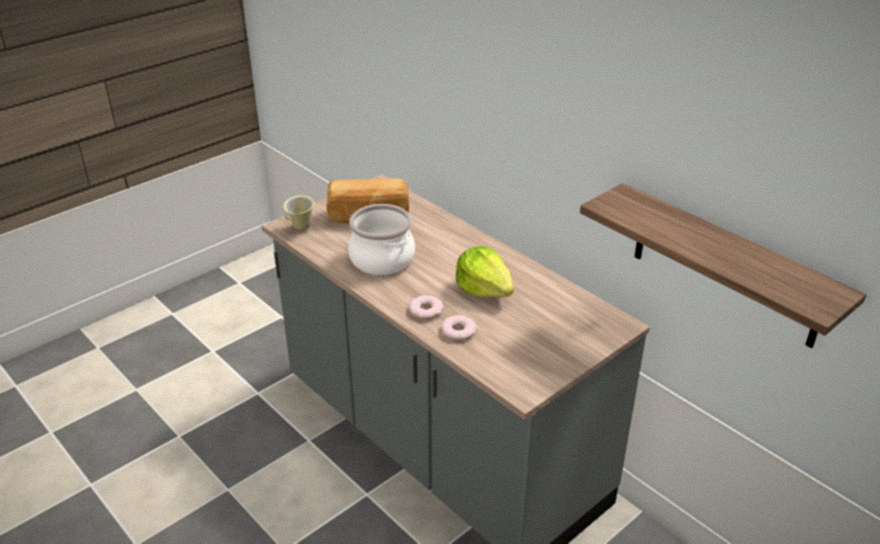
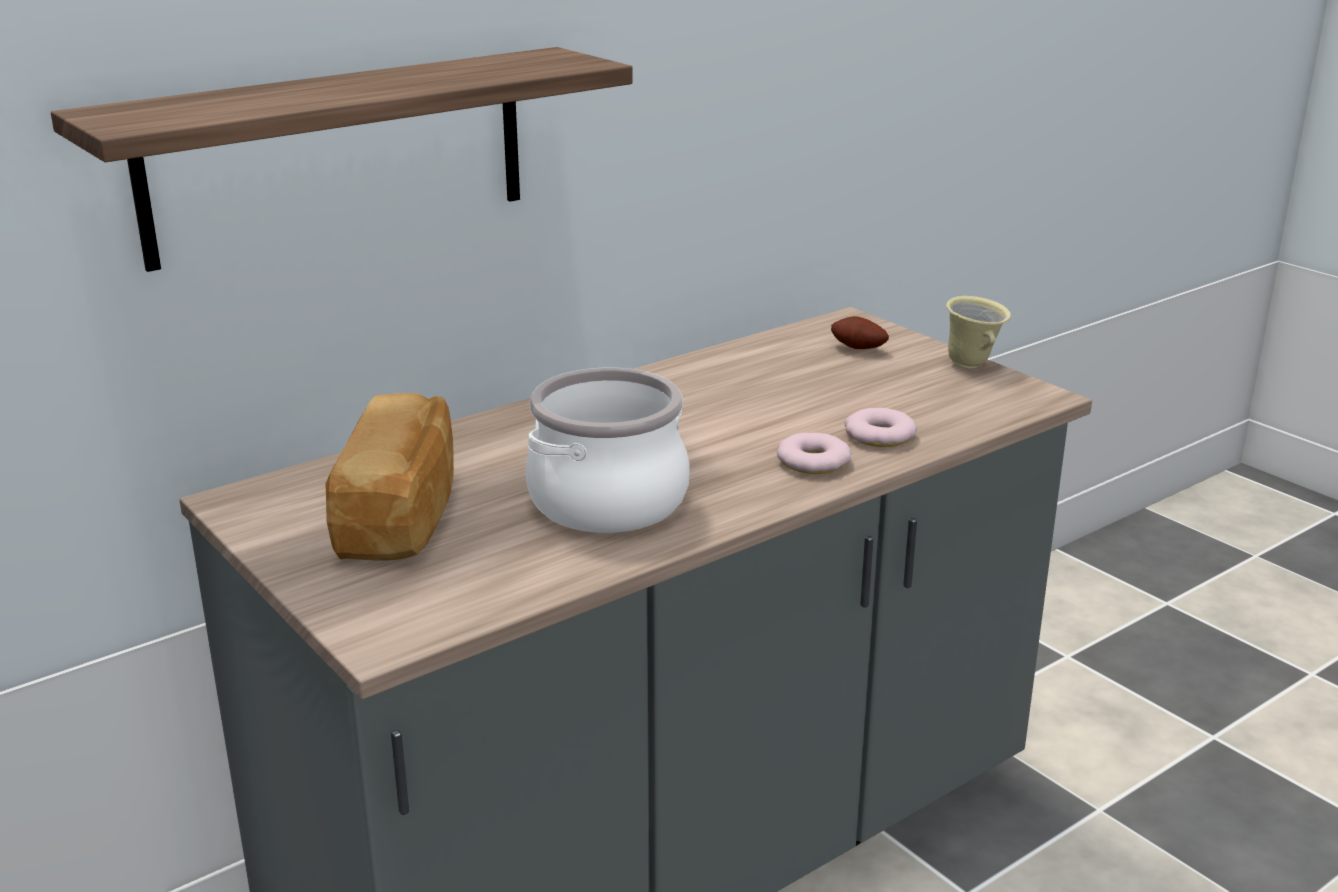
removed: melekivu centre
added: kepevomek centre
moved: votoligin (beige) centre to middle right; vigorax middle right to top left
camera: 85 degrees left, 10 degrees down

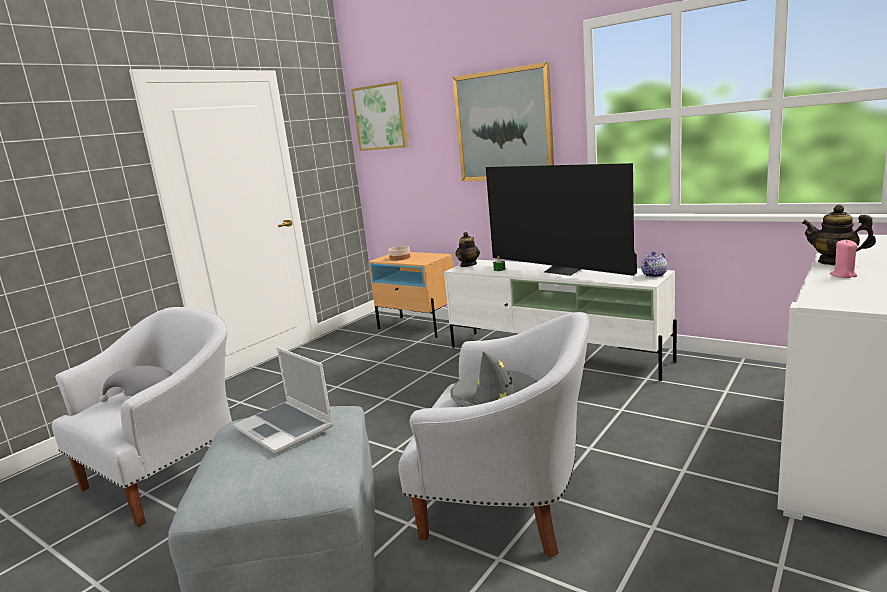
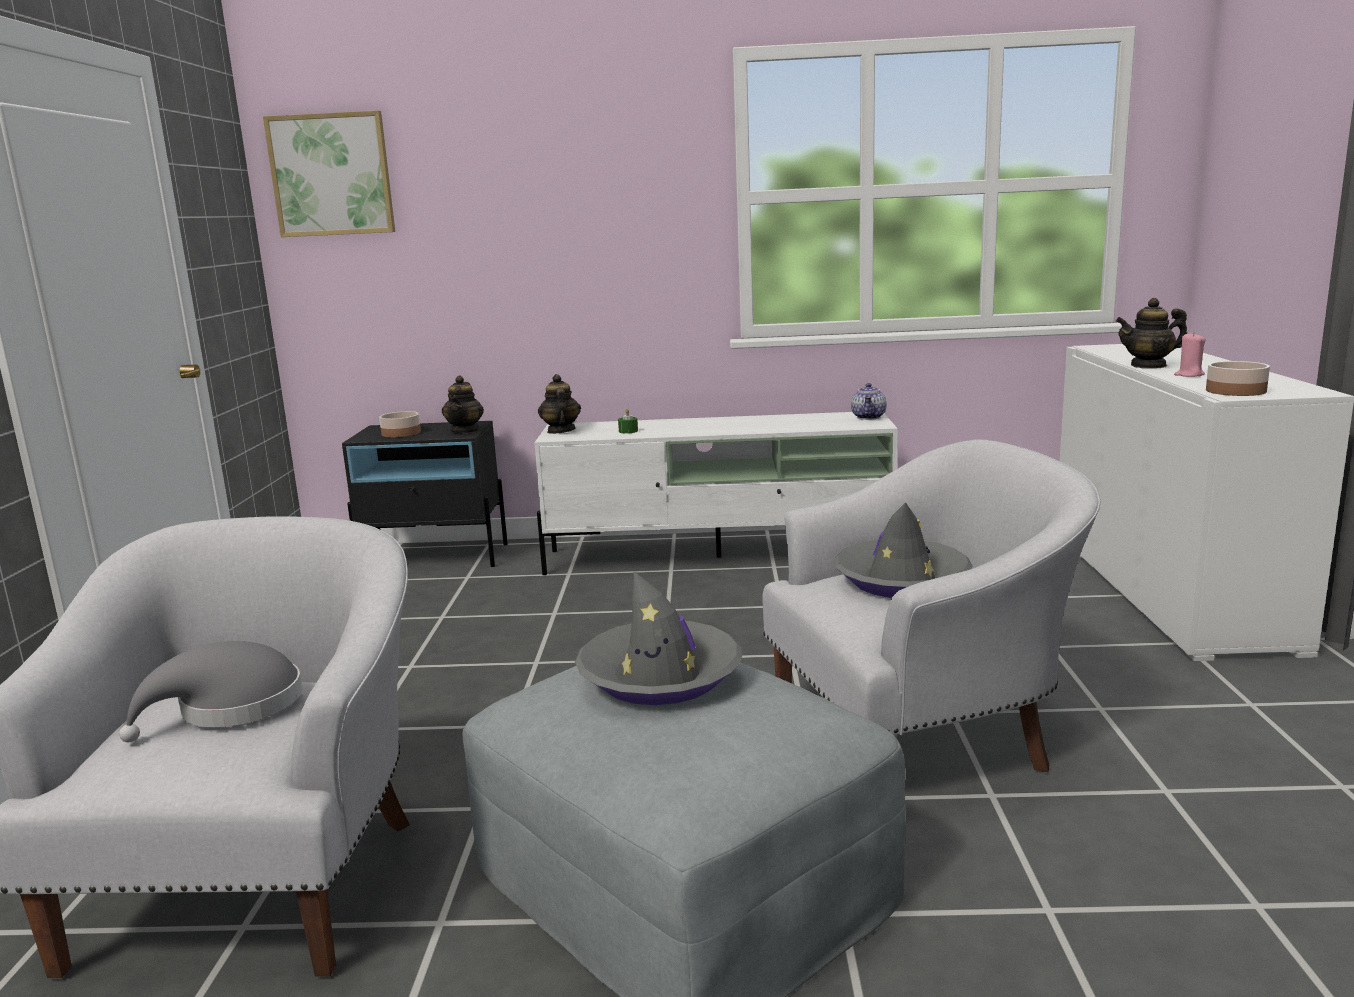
removed: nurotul (2nd from left) top centre; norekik centre
added: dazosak (1st from left) centre; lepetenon (2nd from left) middle right
replaced: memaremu bottom left to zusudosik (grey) (2nd from left) centre
recoloured: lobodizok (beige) centre to lobodizok (black) middle left
camera: 35 degrees left, 0 degrees up

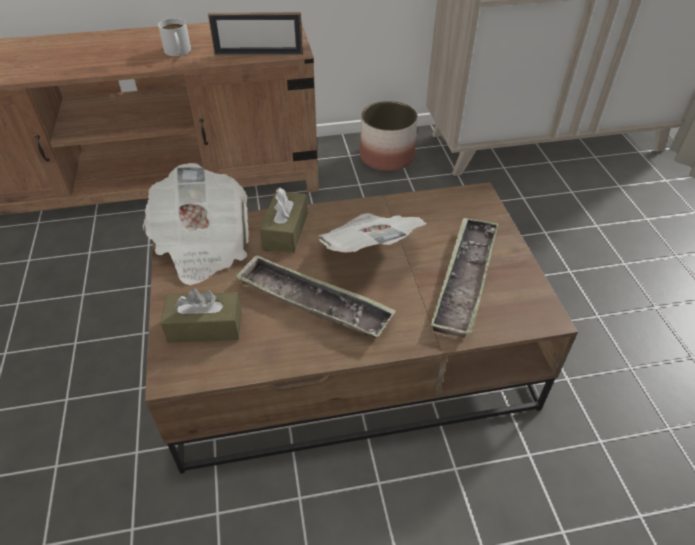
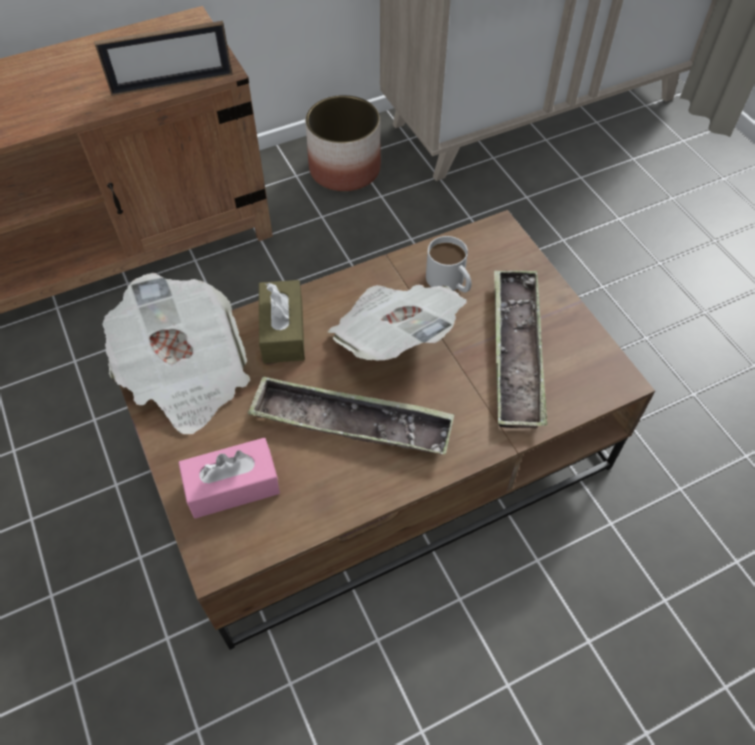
moved: votoligin (white) top left to centre
recoloured: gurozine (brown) (1st from left) middle left to gurozine (pink) middle left
camera: 15 degrees left, 10 degrees up

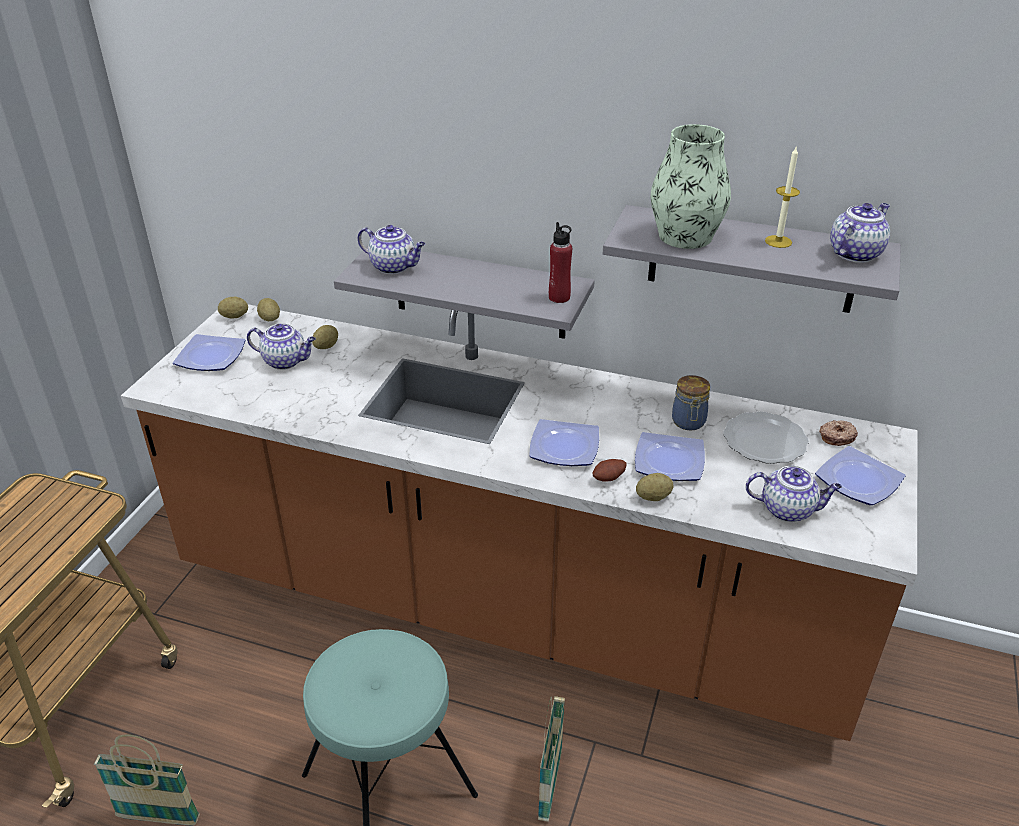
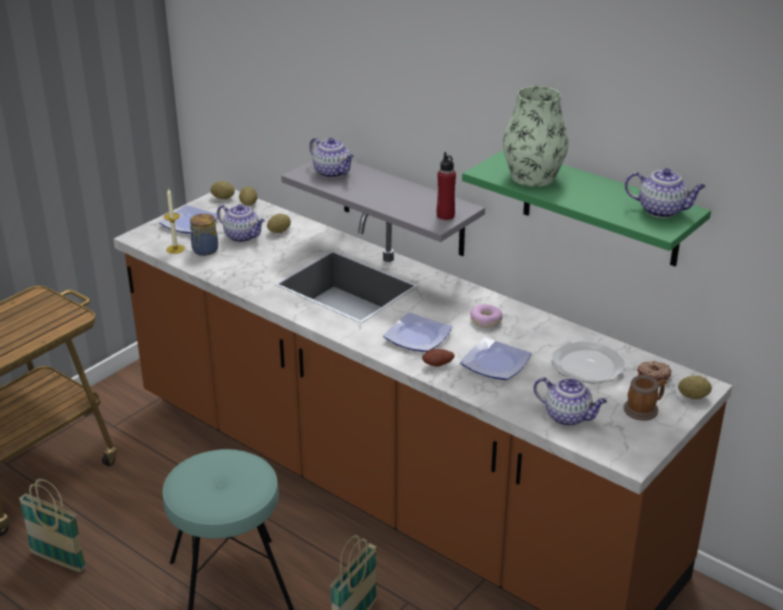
added: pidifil (1st from left) centre
moved: kepevomek (5th from left) centre to middle right; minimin middle right to middle left; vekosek top right to middle left
replaced: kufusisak (5th from left) middle right to votoligin middle right
recoloured: vigorax (grey) (2nd from left) top right to vigorax (green) middle right
turned: dazosak (4th from left) top right = top right 45 degrees clockwise
camera: 20 degrees right, 5 degrees down

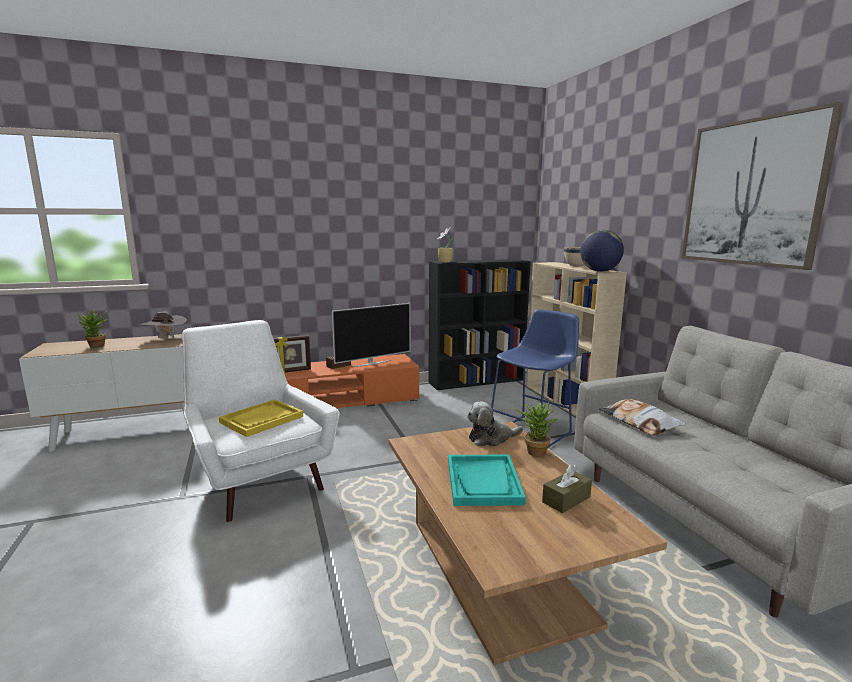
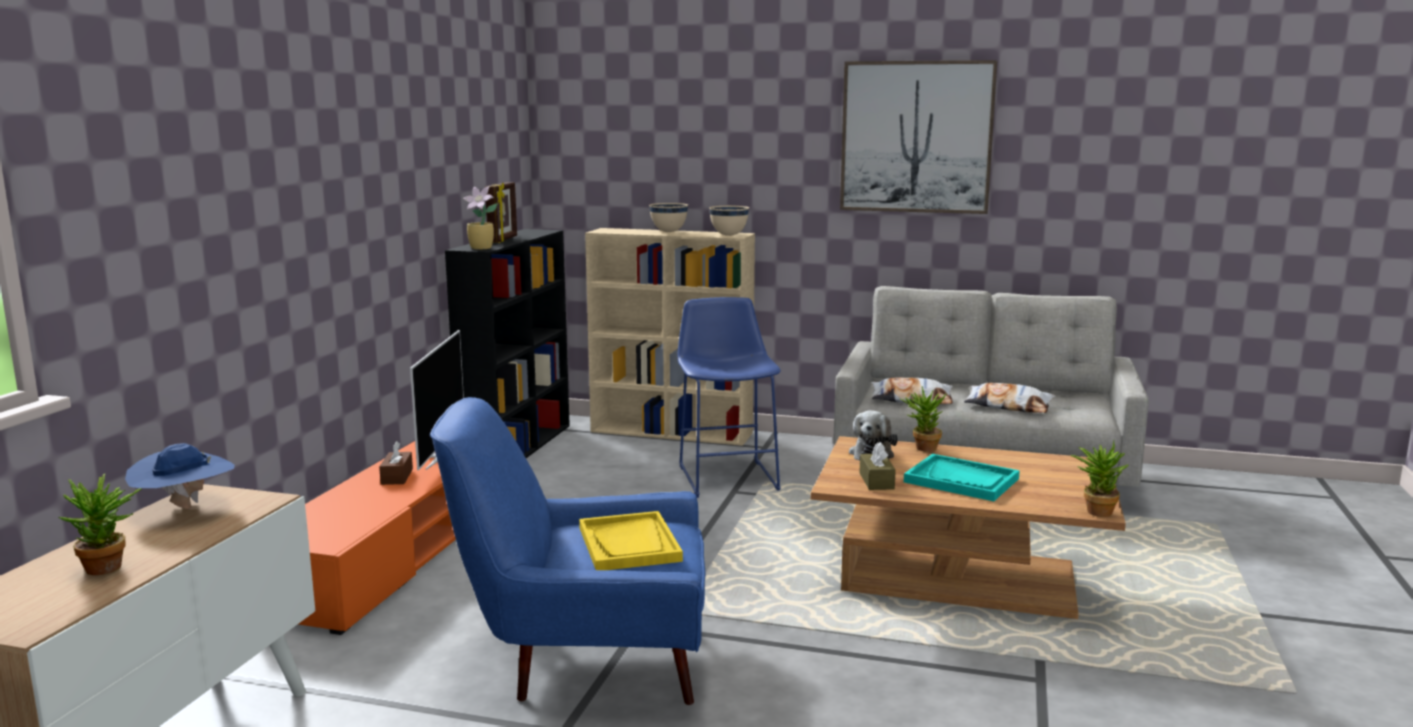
added: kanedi (2nd from left) middle right; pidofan (4th from left) middle right
moved: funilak centre to top centre; gurozine (brown) (2nd from left) bottom centre to centre
replaced: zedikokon middle right to lepetenon (beige) (2nd from left) top centre
recoloured: zusudosik (brown) middle left to zusudosik (blue) middle left; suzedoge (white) middle left to suzedoge (blue) bottom centre
camera: 55 degrees left, 0 degrees up

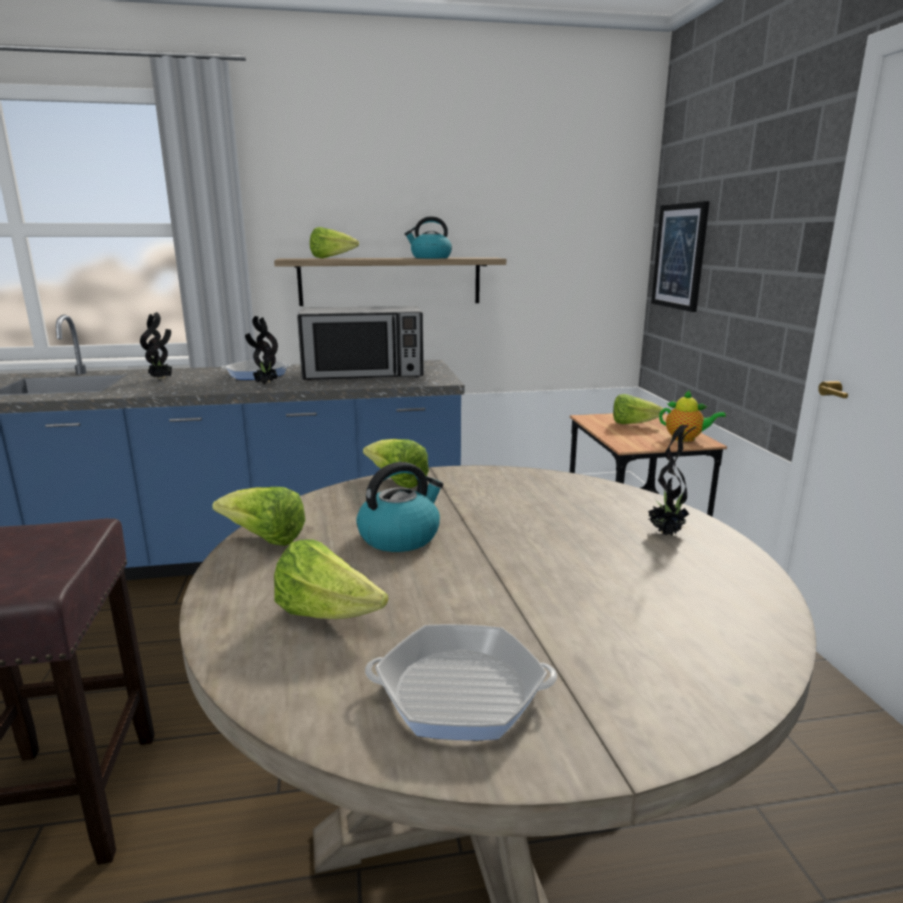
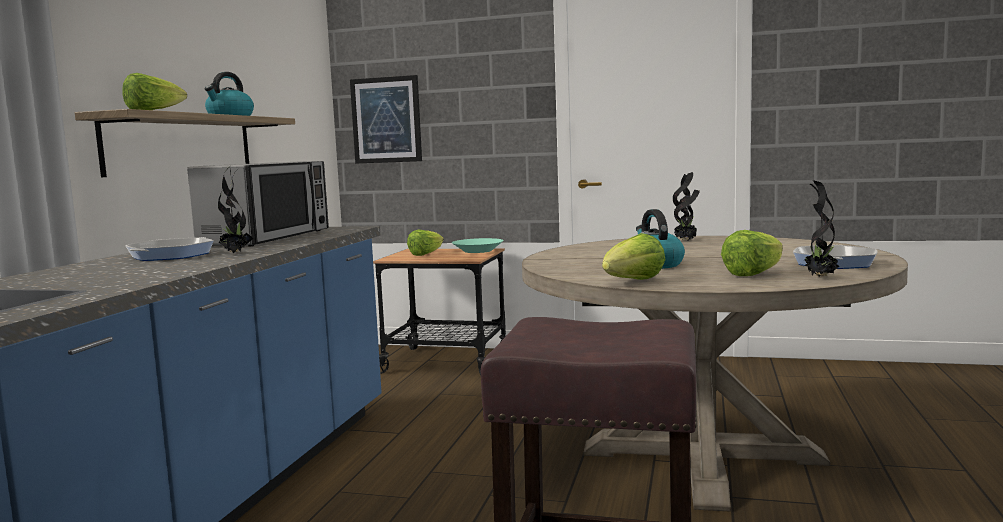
removed: melekivu (4th from left) centre
moved: pidofan (1st from left in the first image) middle left to pidofan (3rd from left) middle right
replaced: dazosak middle right to lepetenon (turquoise) centre
camera: 65 degrees left, 10 degrees down

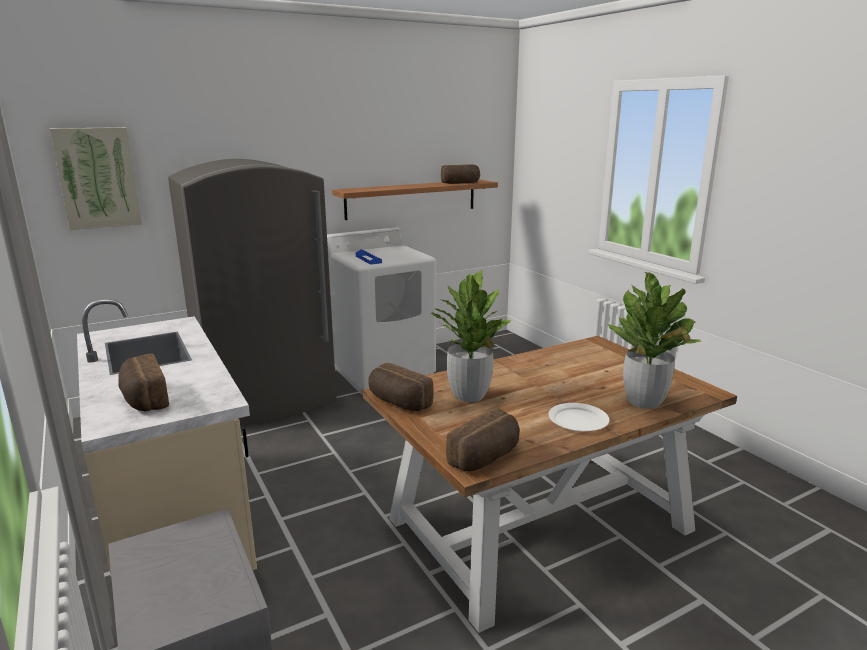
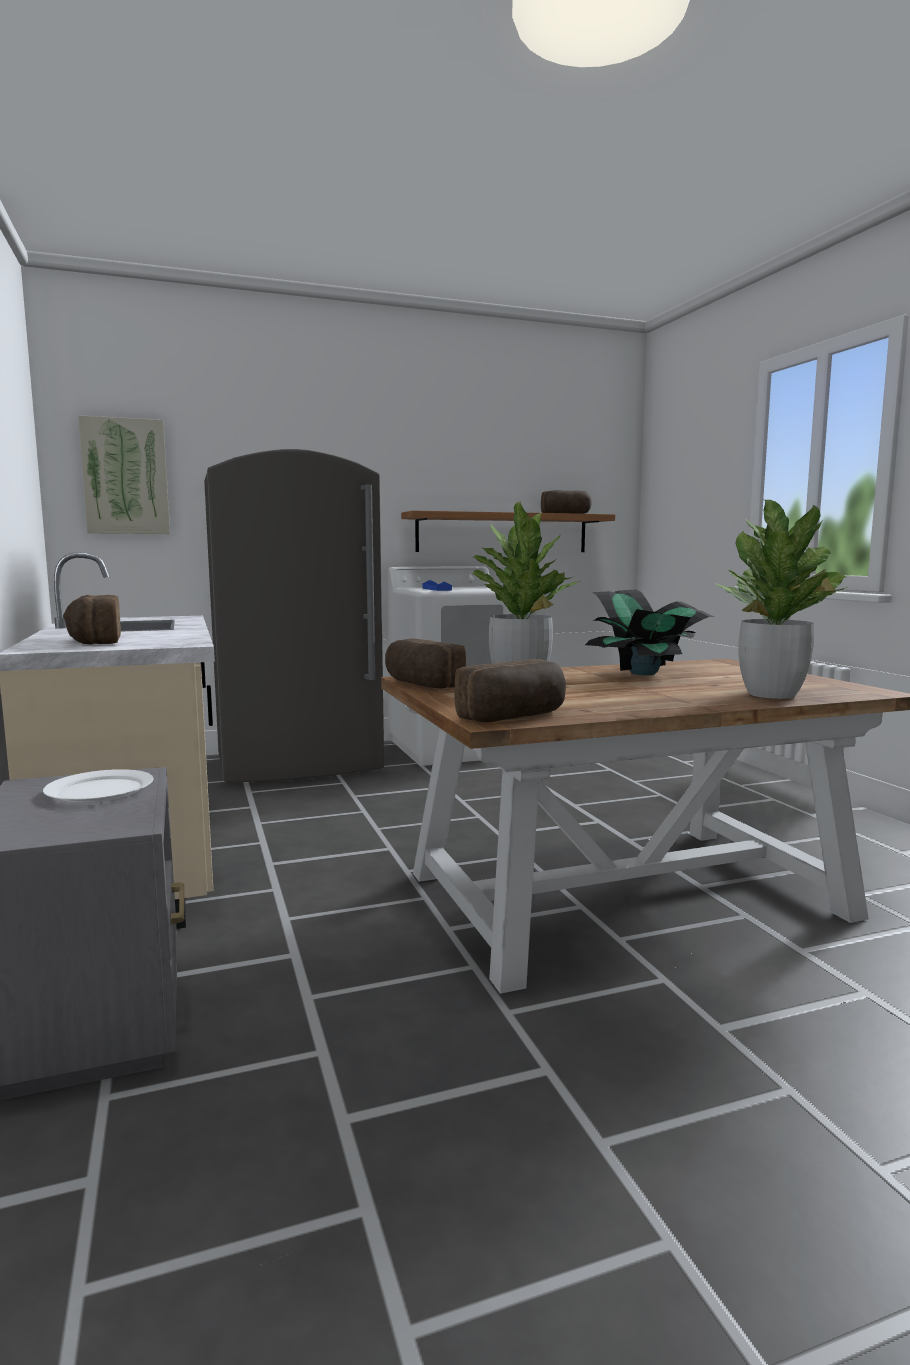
added: pidofan (2nd from left) middle right
moved: kufusisak (white) middle right to middle left
camera: 10 degrees right, 10 degrees down

